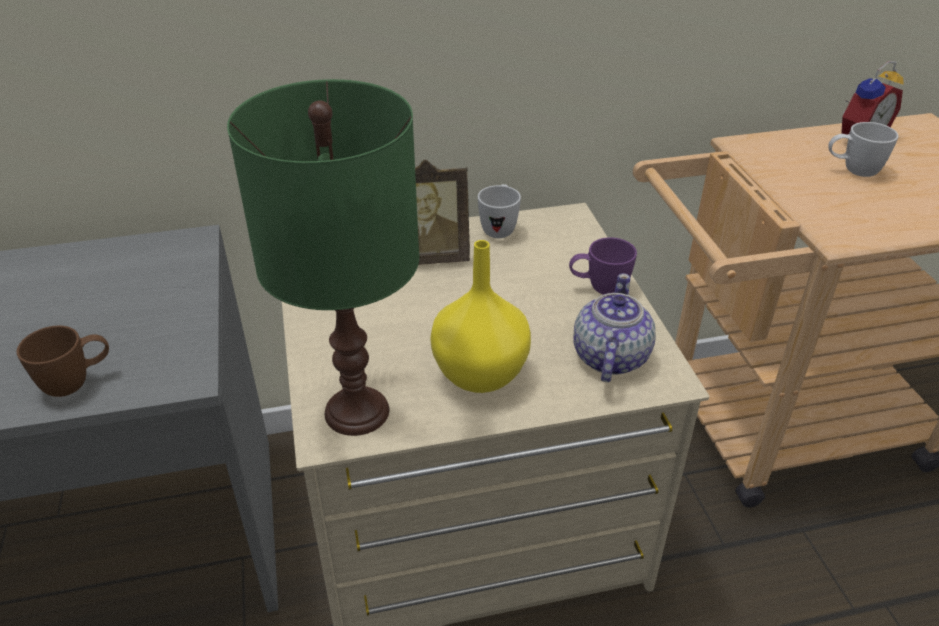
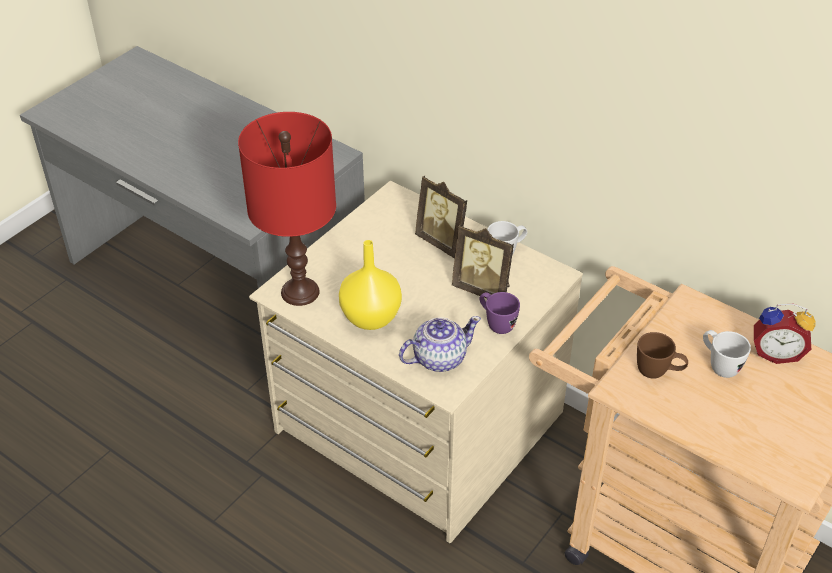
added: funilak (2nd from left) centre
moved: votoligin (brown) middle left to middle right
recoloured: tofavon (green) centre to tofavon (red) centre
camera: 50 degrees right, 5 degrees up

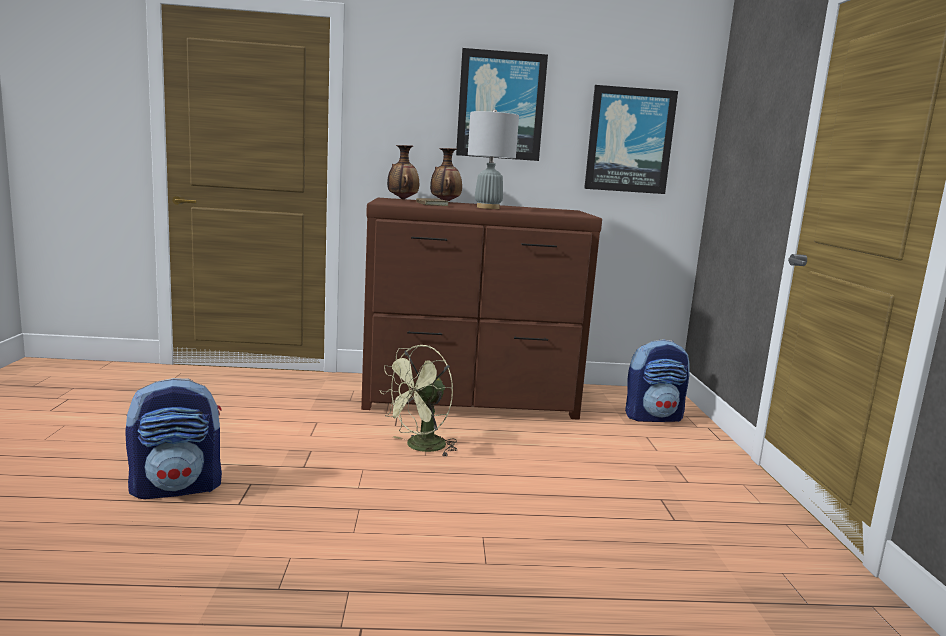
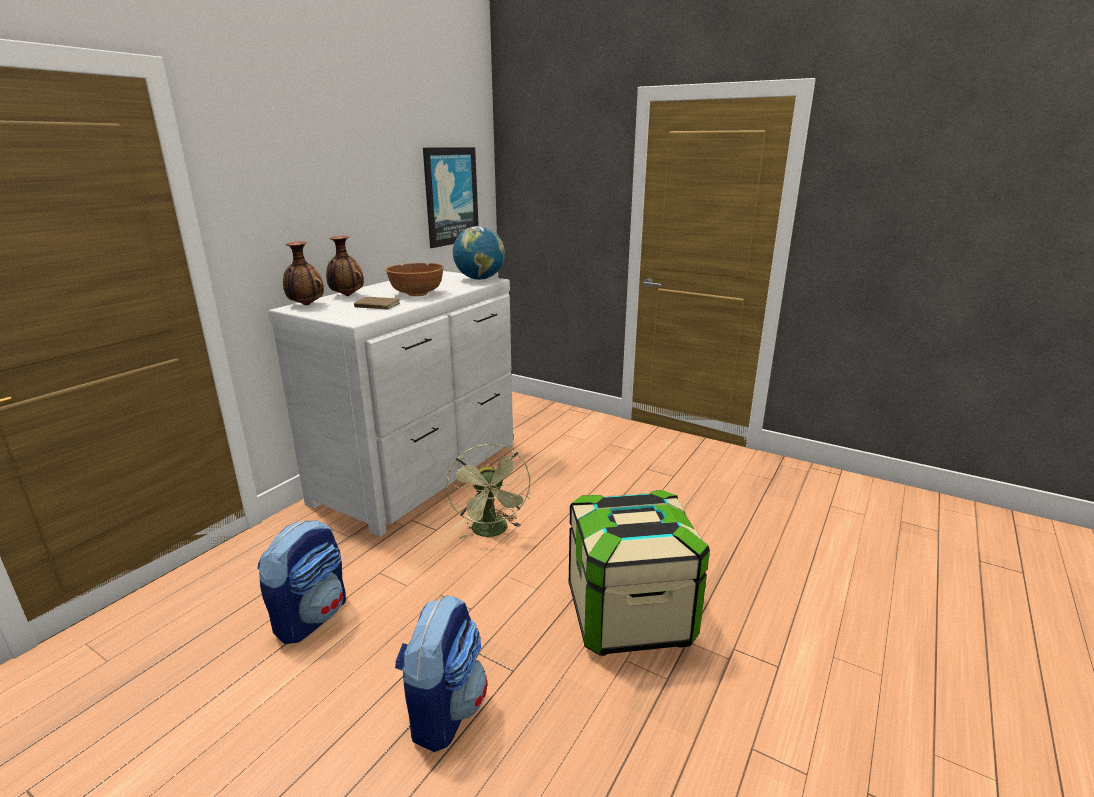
removed: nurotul (1st from left) top centre
added: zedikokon top centre; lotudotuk bottom centre
moved: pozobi (2nd from left in the first image) middle right to pozobi (1st from left) bottom left
replaced: tofavon (grey) top centre to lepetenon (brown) centre
recoloured: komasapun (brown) centre to komasapun (white) centre
camera: 55 degrees left, 10 degrees up

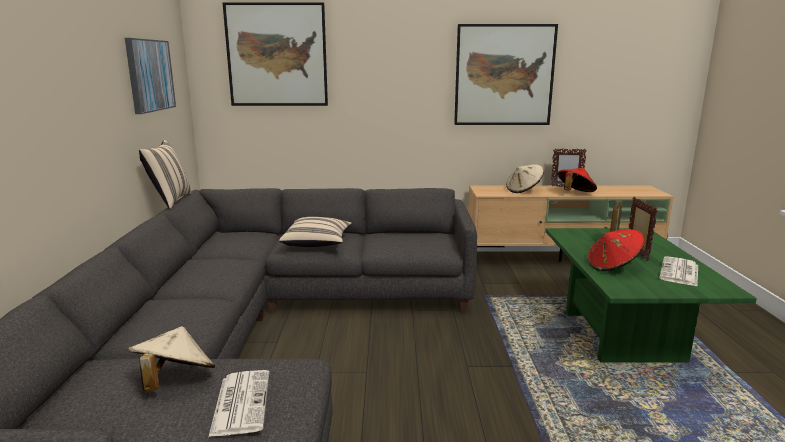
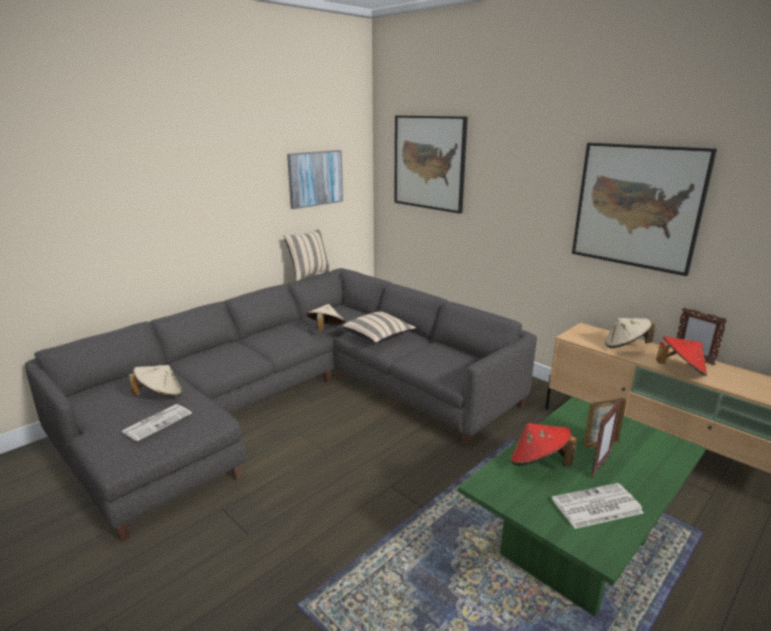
added: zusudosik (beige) (2nd from left) centre
camera: 45 degrees right, 5 degrees up

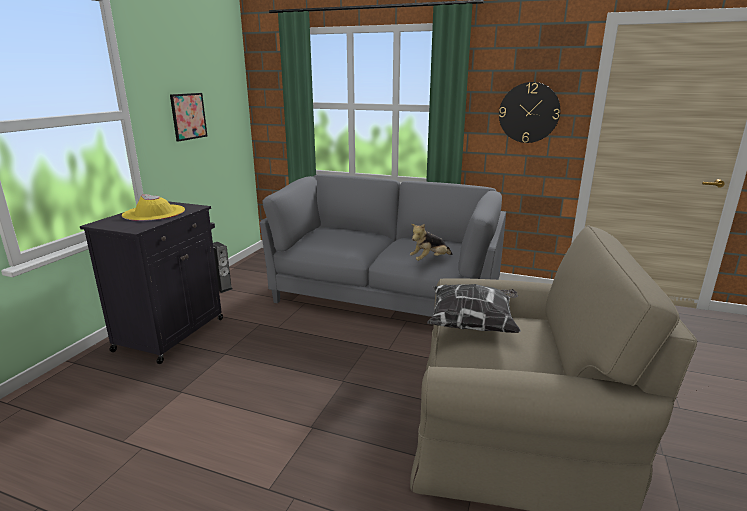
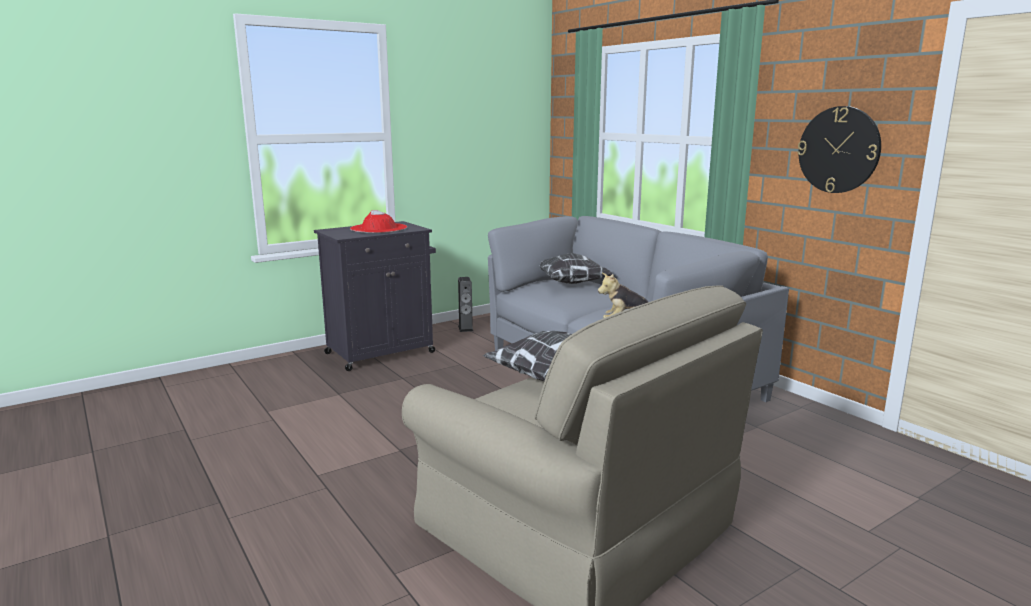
removed: nurotul top left
added: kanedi (2nd from left) centre
recoloured: zusudosik (yellow) middle left to zusudosik (red) centre
camera: 35 degrees right, 5 degrees down

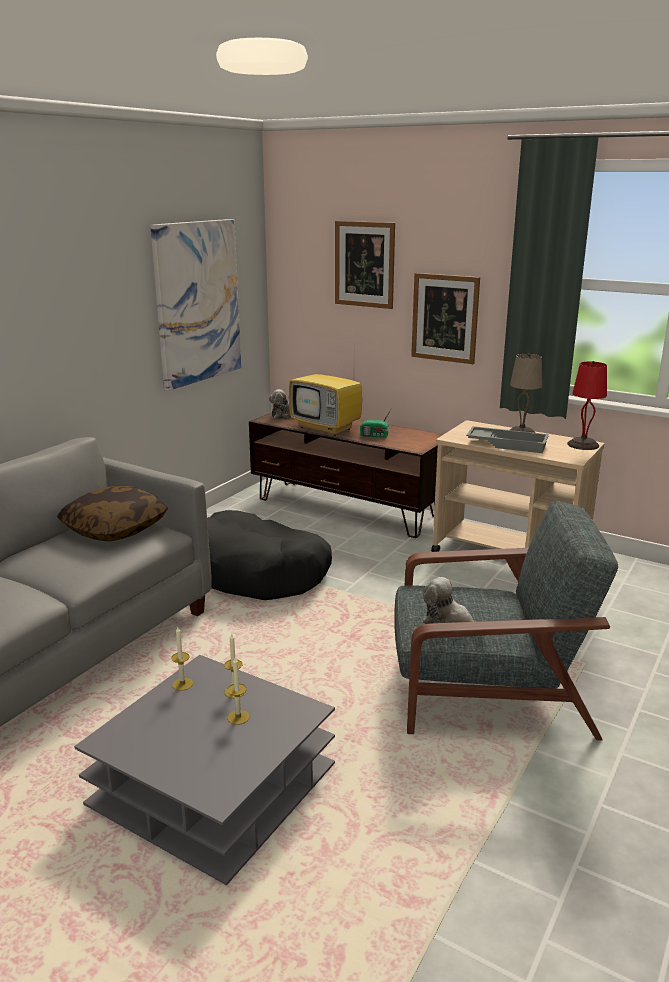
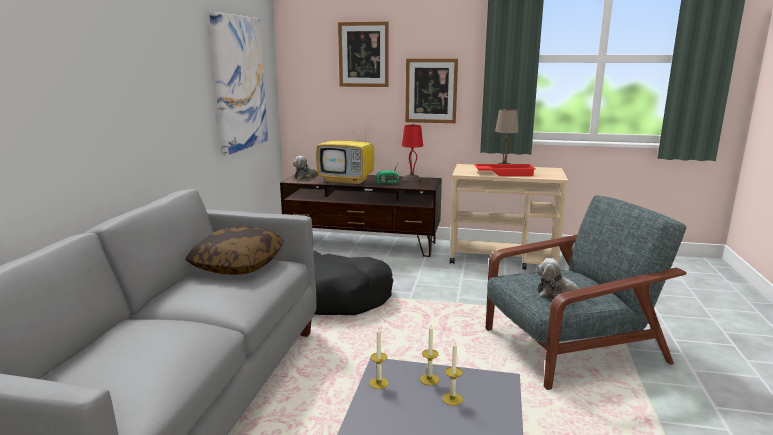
moved: tofavon (red) middle right to centre
recoloured: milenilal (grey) middle right to milenilal (red) centre
camera: 20 degrees left, 5 degrees down

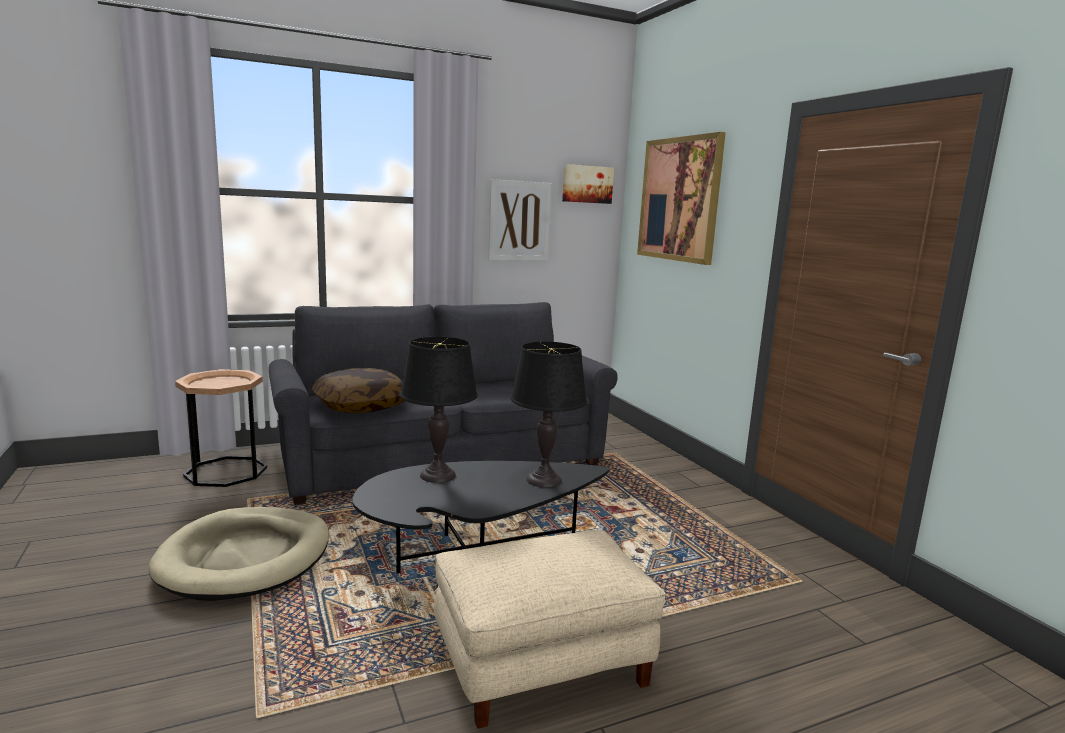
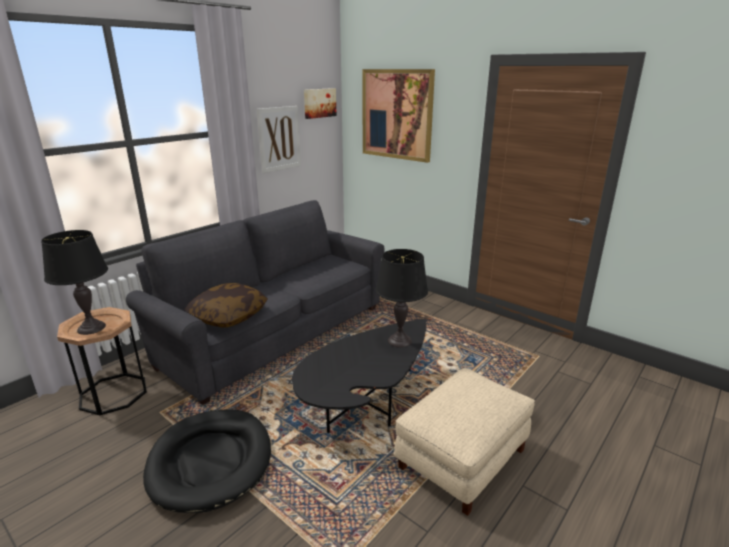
moved: tofavon (black) (1st from left) centre to middle left
recoloured: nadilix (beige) bottom left to nadilix (black) bottom left
camera: 25 degrees left, 10 degrees up

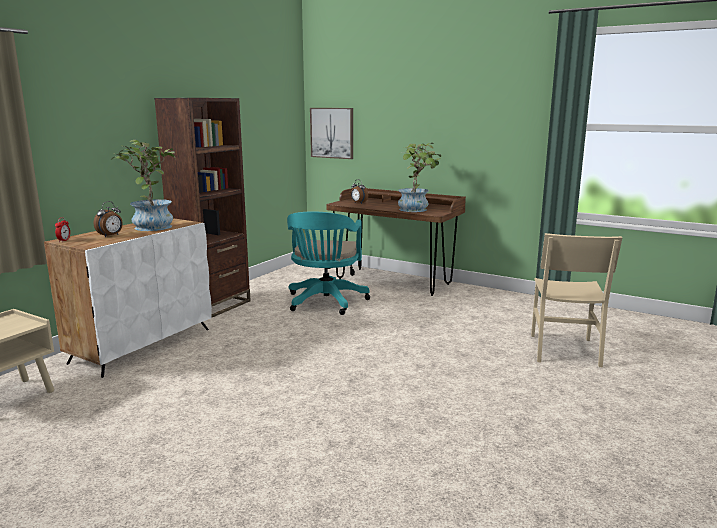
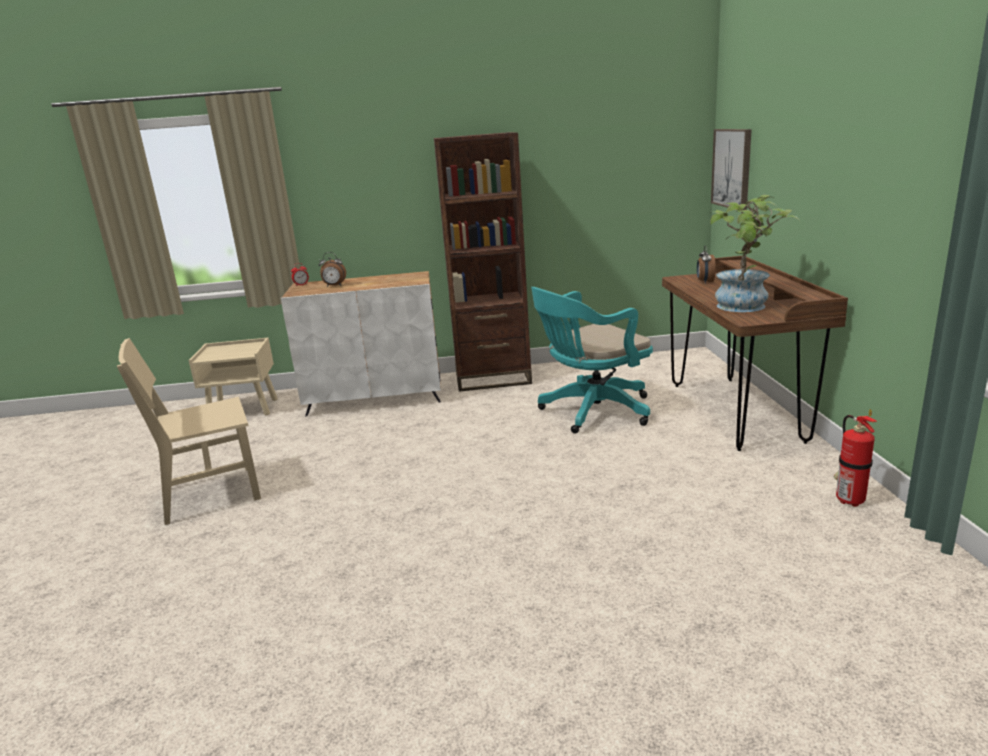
removed: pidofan (1st from left) middle left
added: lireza middle right
moved: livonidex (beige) middle right to middle left
camera: 55 degrees right, 5 degrees up

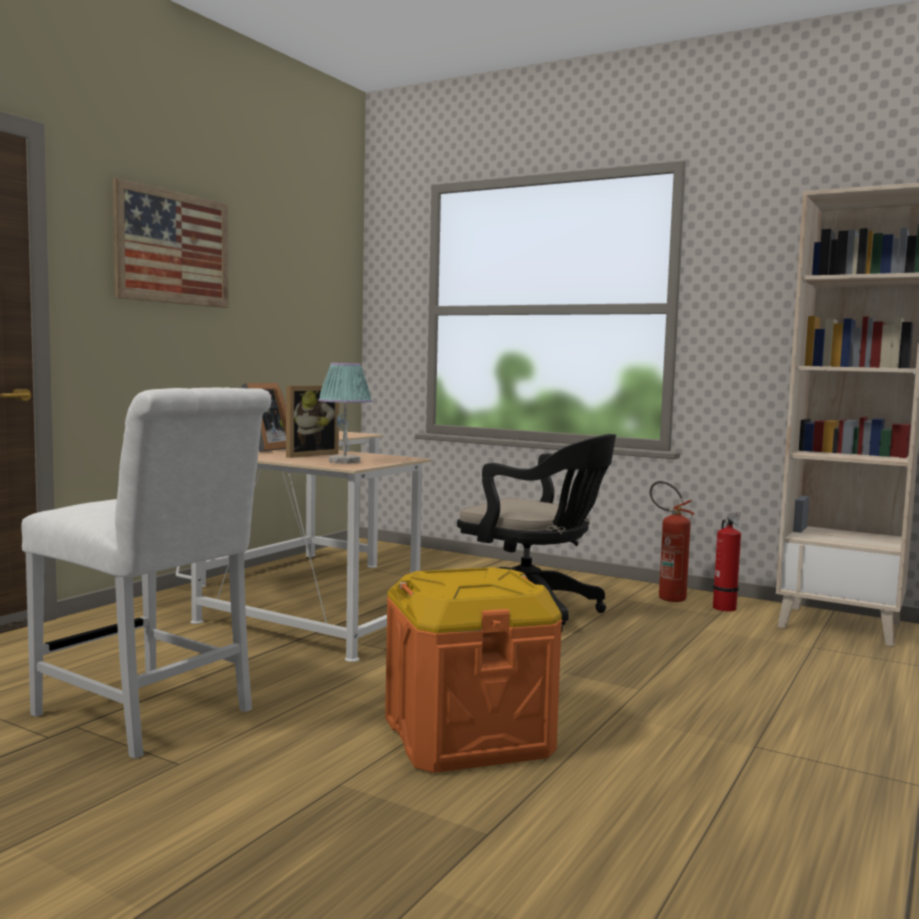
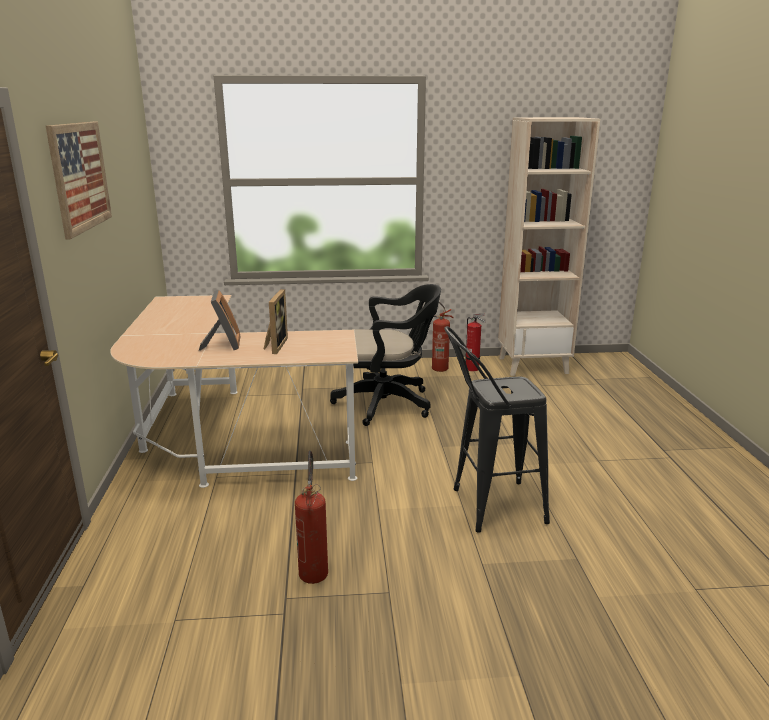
removed: tofavon centre
replaced: livonidex (white) middle left to lireza (1st from left) bottom centre; lotudotuk (orange) bottom centre to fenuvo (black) centre
camera: 35 degrees left, 15 degrees up

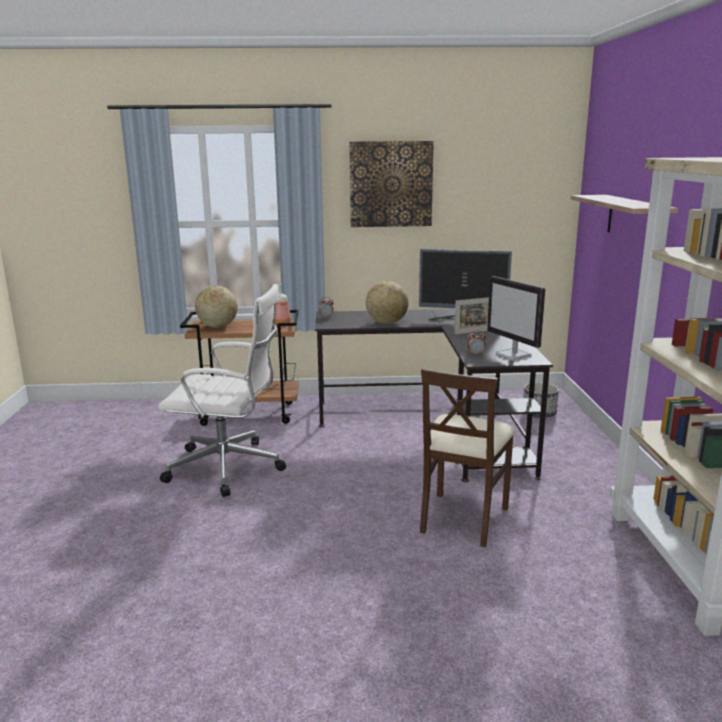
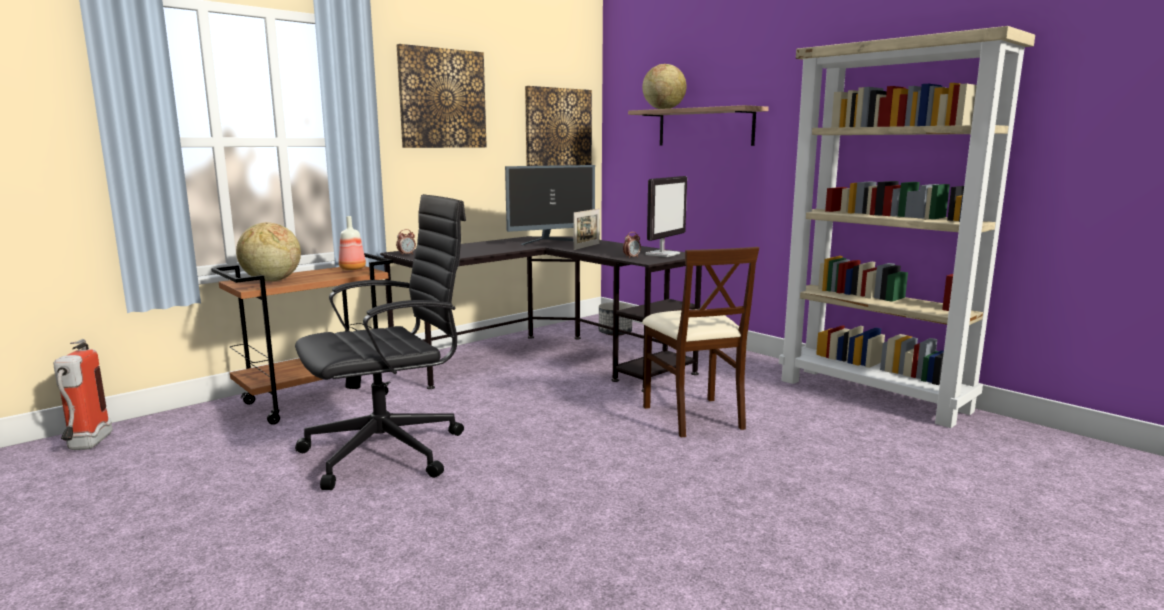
added: lireza middle left; nurotul (2nd from left) top centre
moved: zedikokon (2nd from left) centre to top centre
recoloured: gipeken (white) middle left to gipeken (black) middle left
turned: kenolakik (2nd from left) middle right = centre 75 degrees counterclockwise
camera: 40 degrees left, 5 degrees down

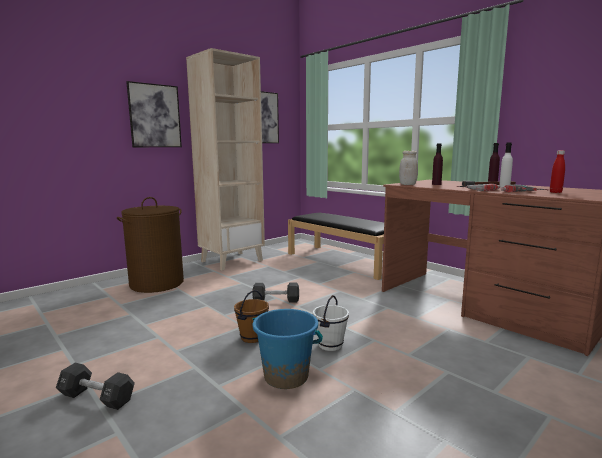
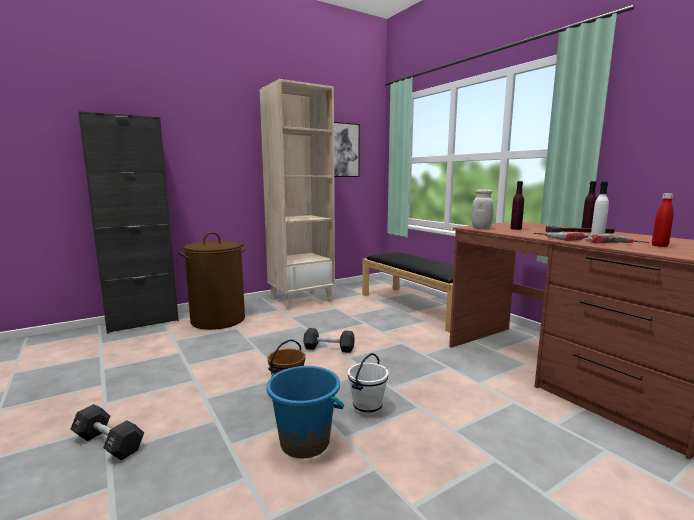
removed: nurotul (1st from left) top left
added: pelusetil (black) middle left
camera: 10 degrees right, 0 degrees up

